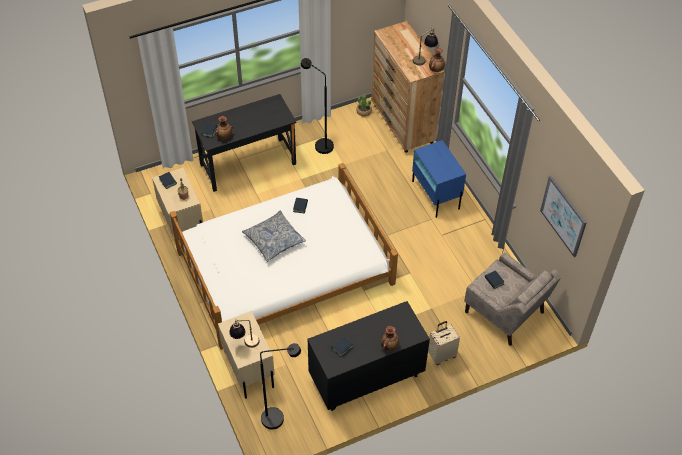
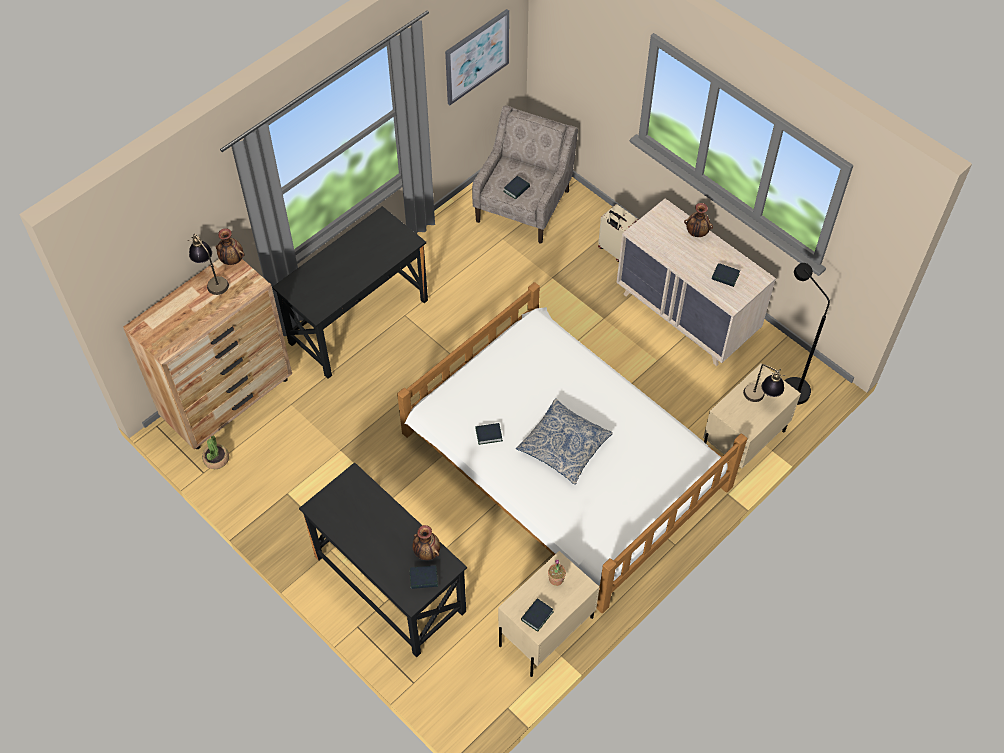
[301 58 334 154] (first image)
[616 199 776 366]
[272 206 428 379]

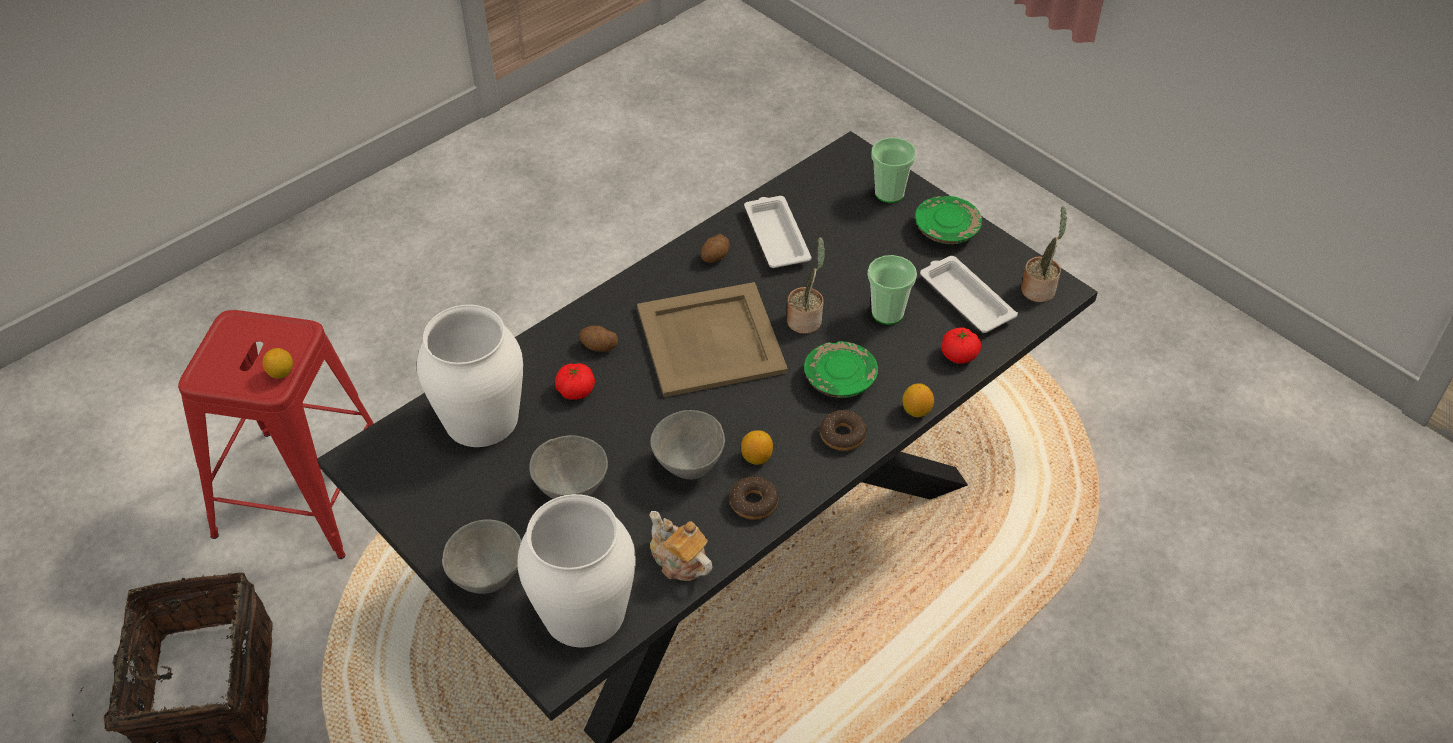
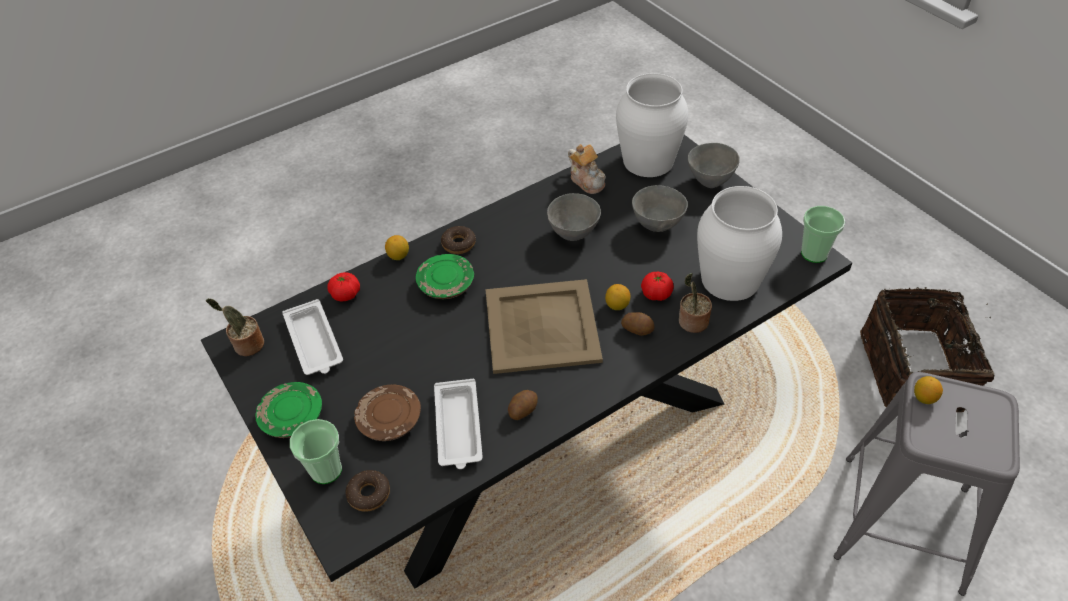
[834 372 1020 596]
[345 470 390 512]
[605 284 631 310]
[679 273 712 333]
[801 206 845 263]
[354 384 421 441]

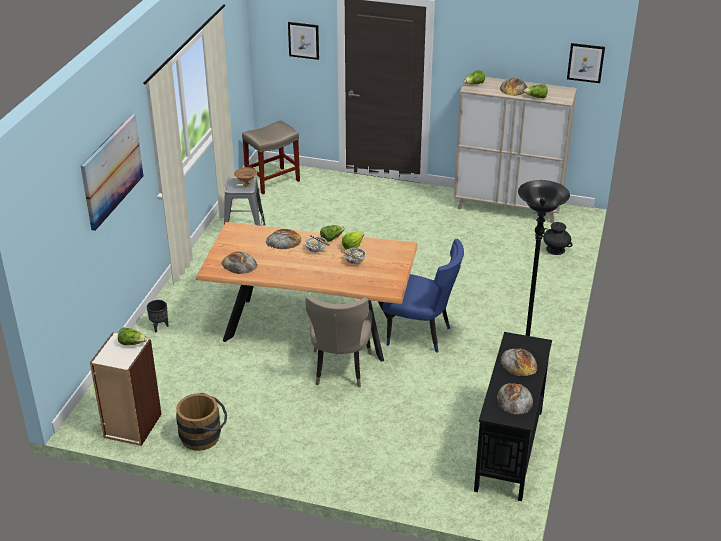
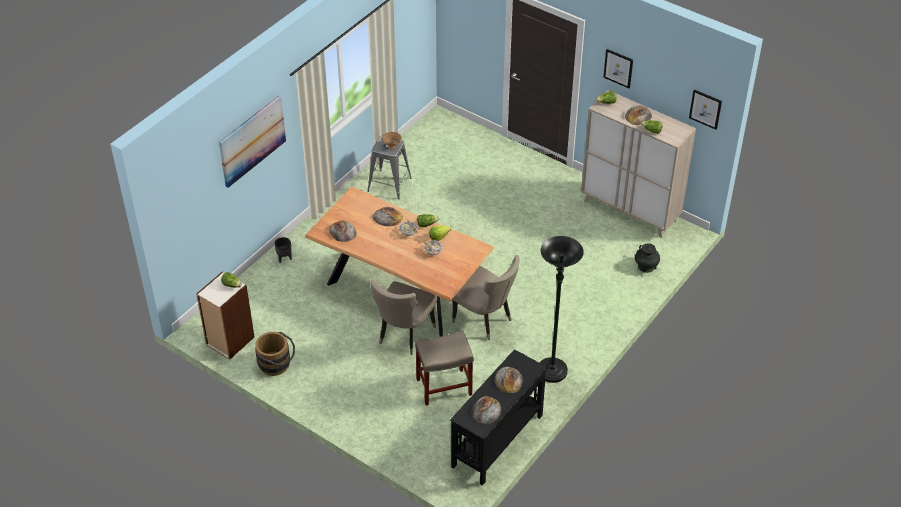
[415 330 474 406]
[603 49 633 88]
[452 255 520 340]

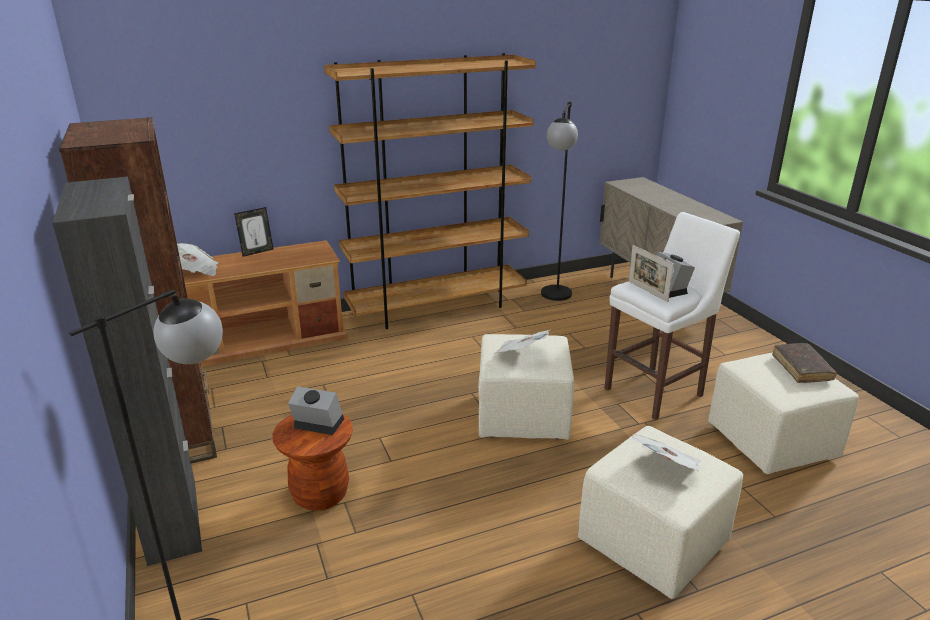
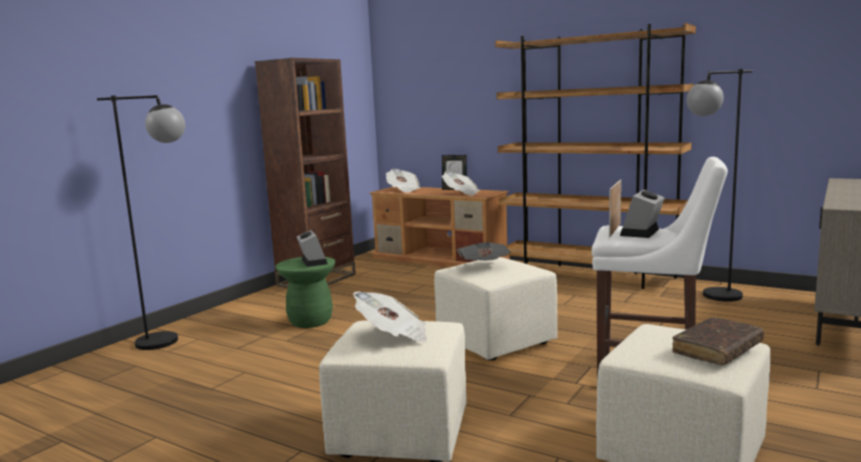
[53 177 202 566] (first image)
[275 257 335 328]
[442 171 480 196]

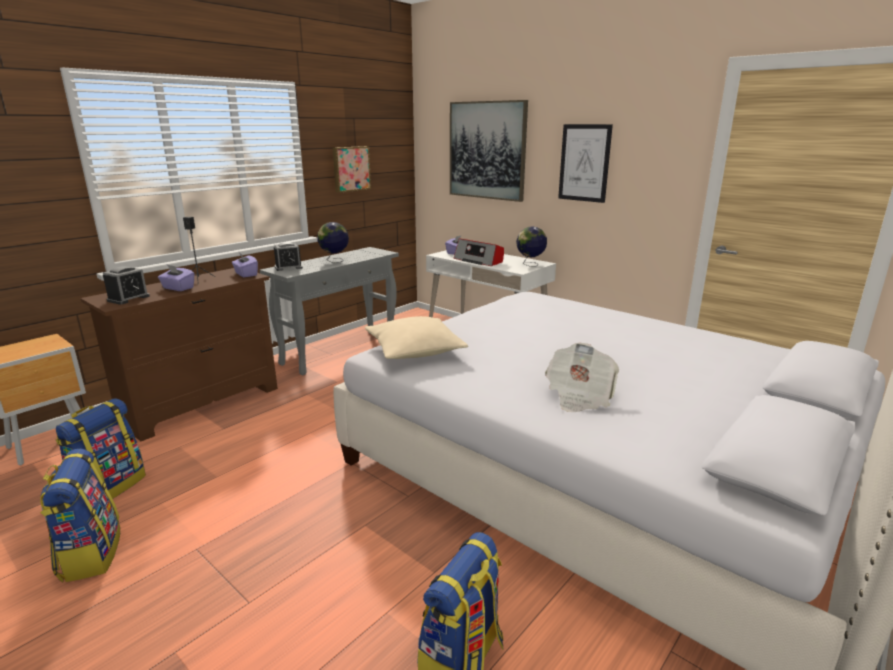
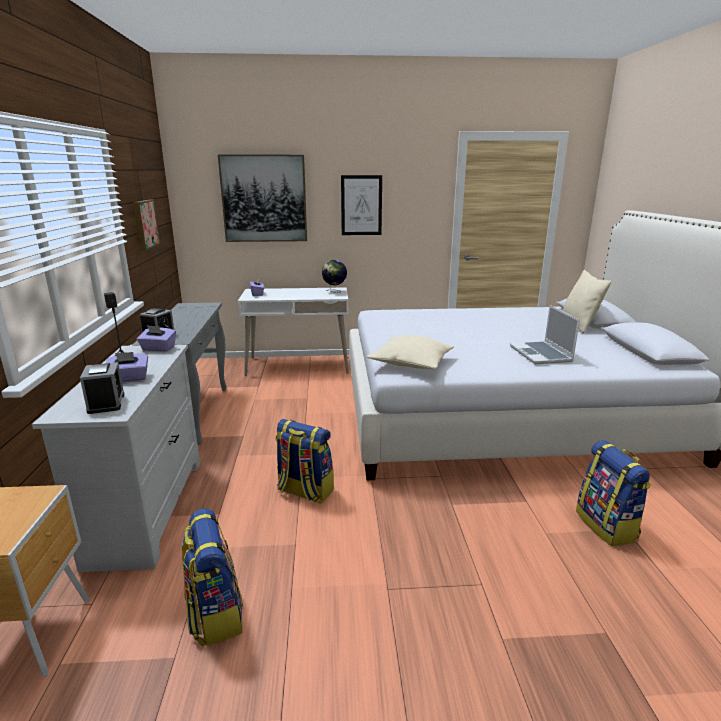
[275 419 334 504]
[32 344 200 572]
[317 222 349 263] (first image)
[454 238 504 266] (first image)
[510 305 580 364]
[563 270 612 334]

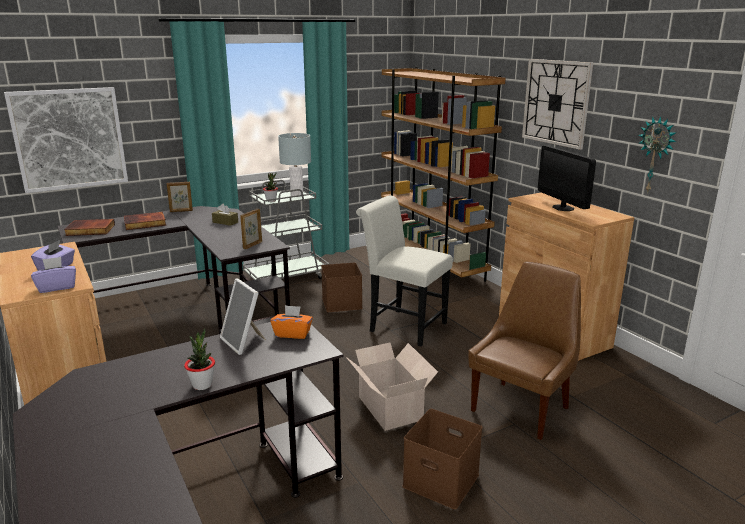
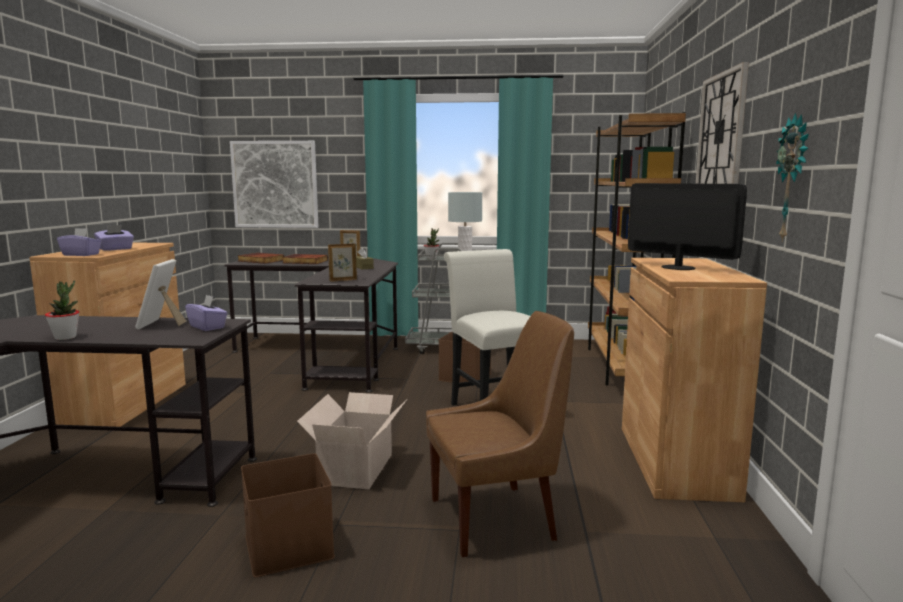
[185 294 228 331]
[628 183 747 270]

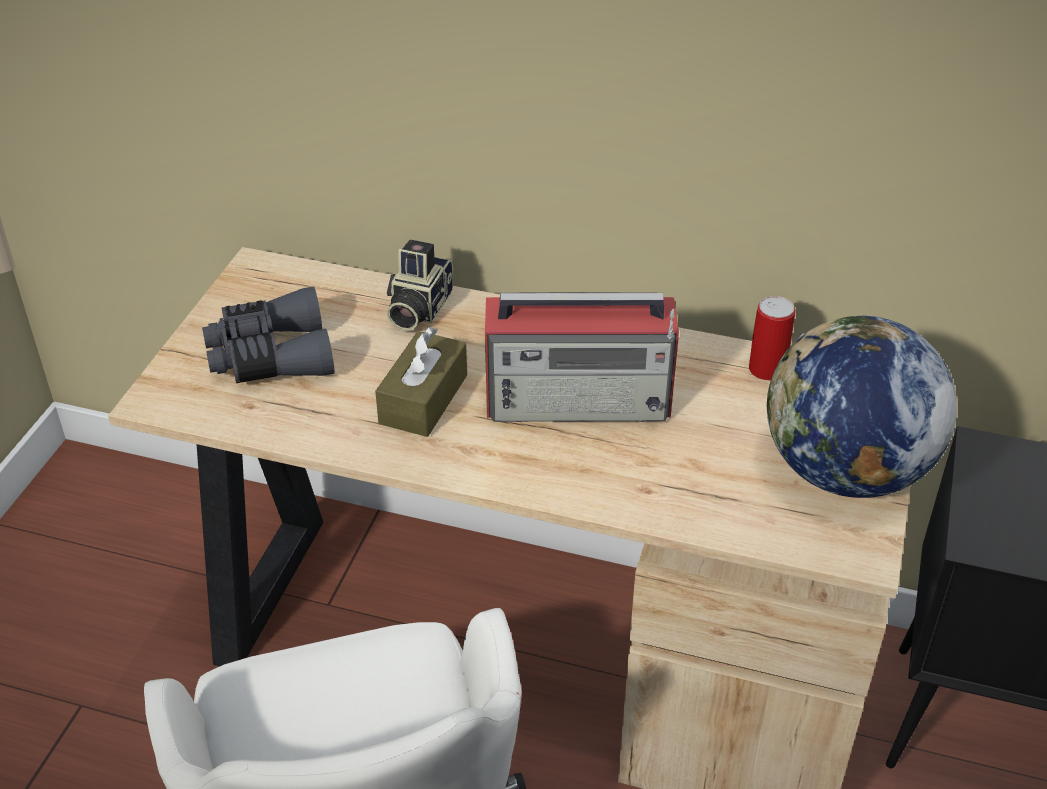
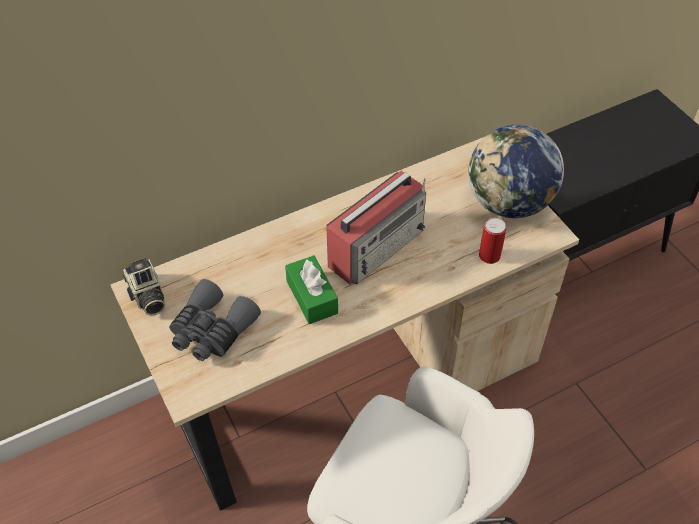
[285 255 338 324]
[123 258 165 316]
[479 218 506 264]

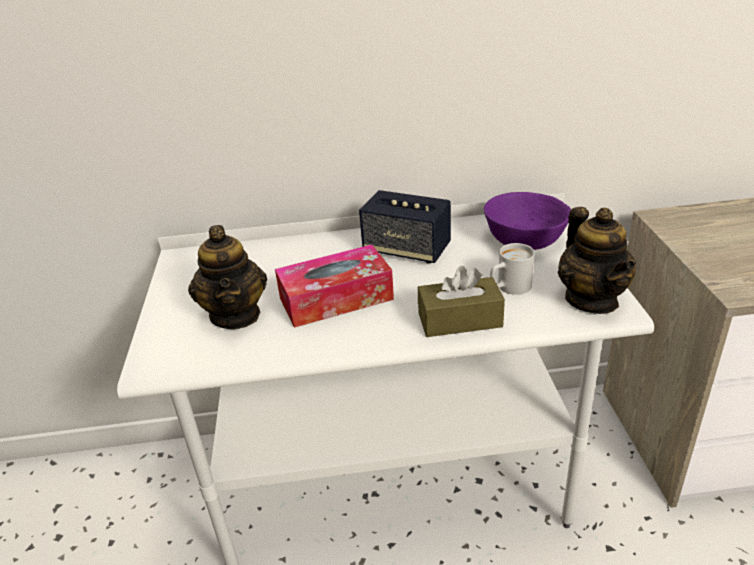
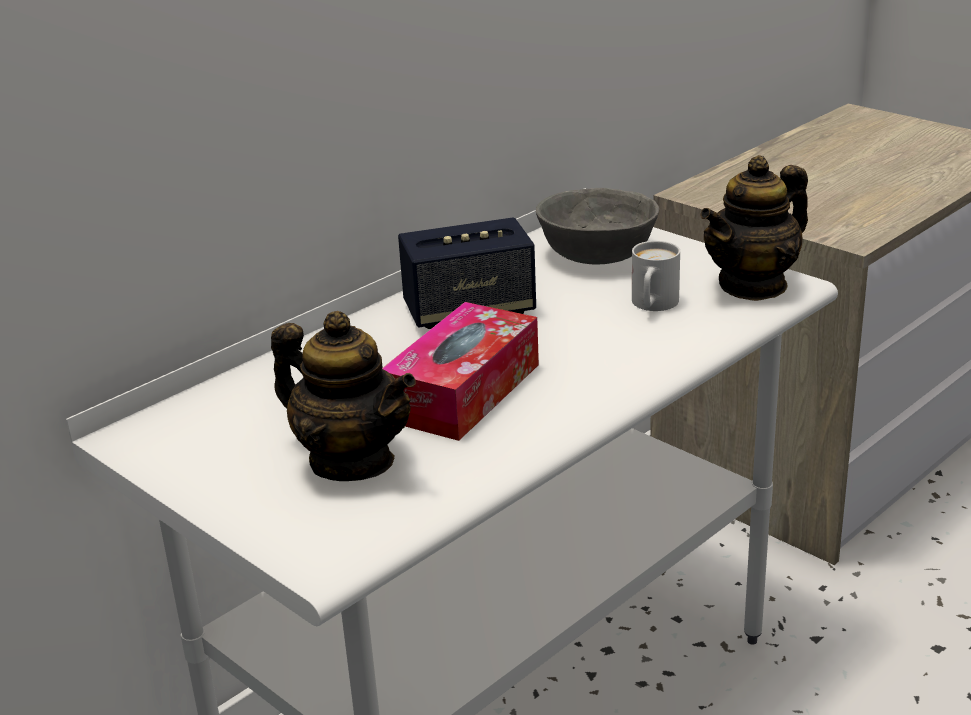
[418 266 505 337] (first image)
[536 188 659 265]
[700 155 808 301]

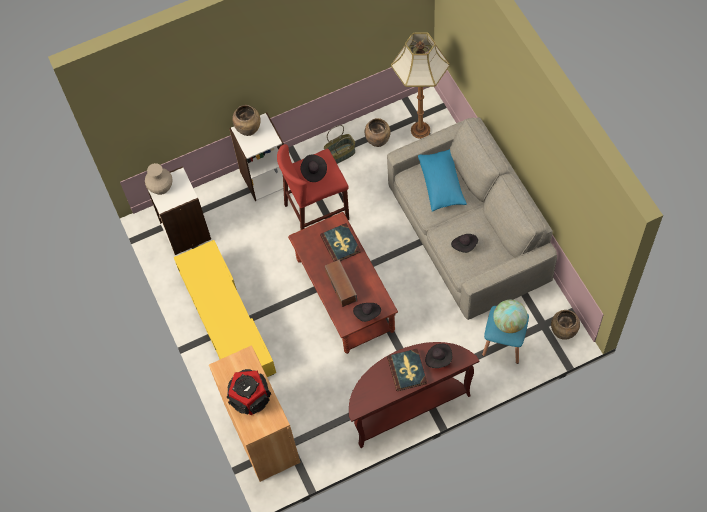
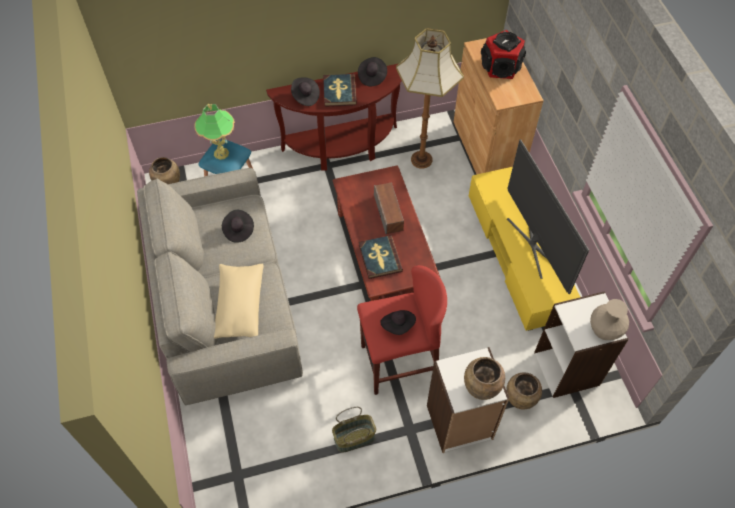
[358 57 387 86]
[506 373 542 409]
[396 28 464 169]
[214 264 264 339]
[194 104 235 160]
[507 139 589 294]

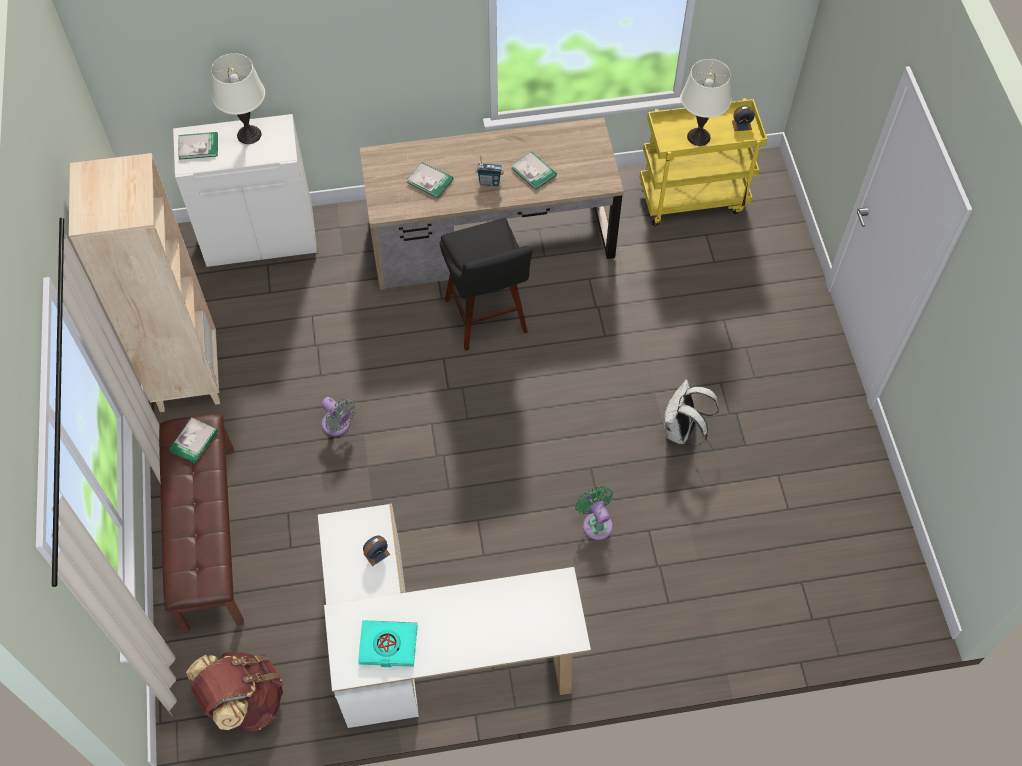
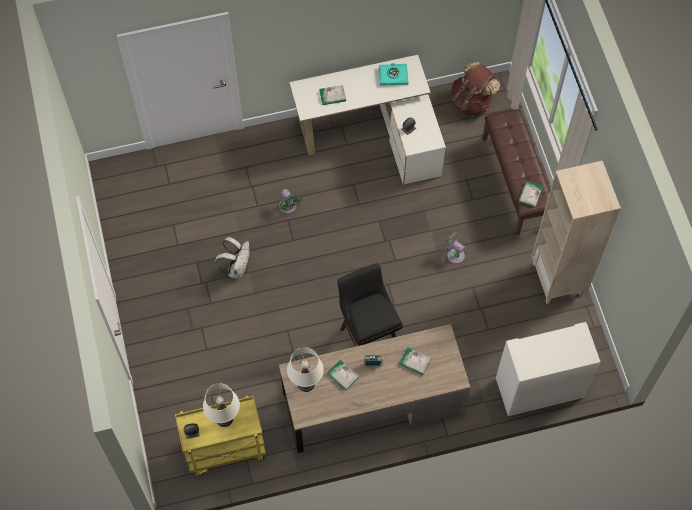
[319 85 346 105]
[287 347 324 392]

